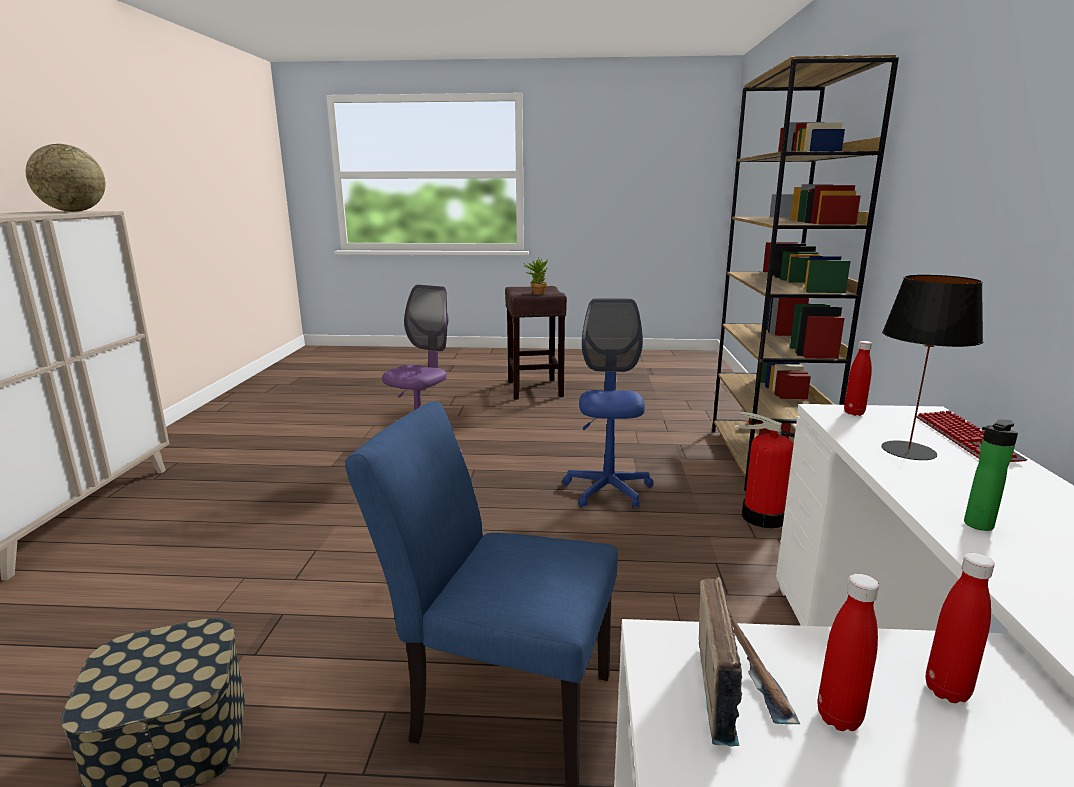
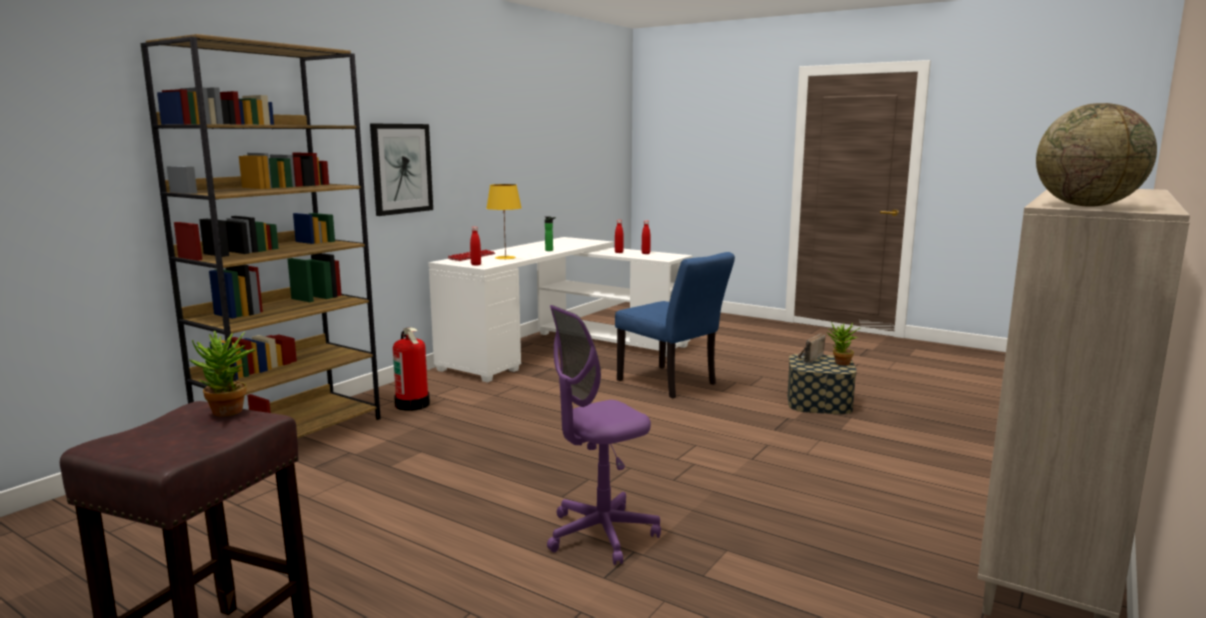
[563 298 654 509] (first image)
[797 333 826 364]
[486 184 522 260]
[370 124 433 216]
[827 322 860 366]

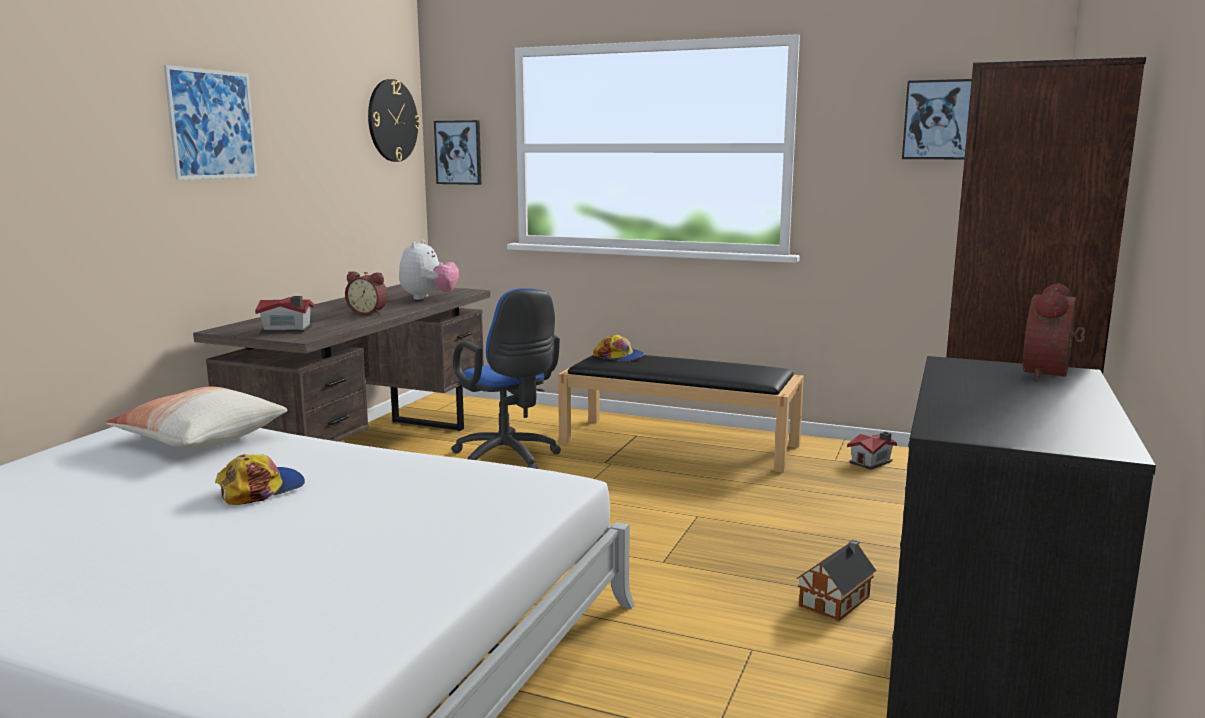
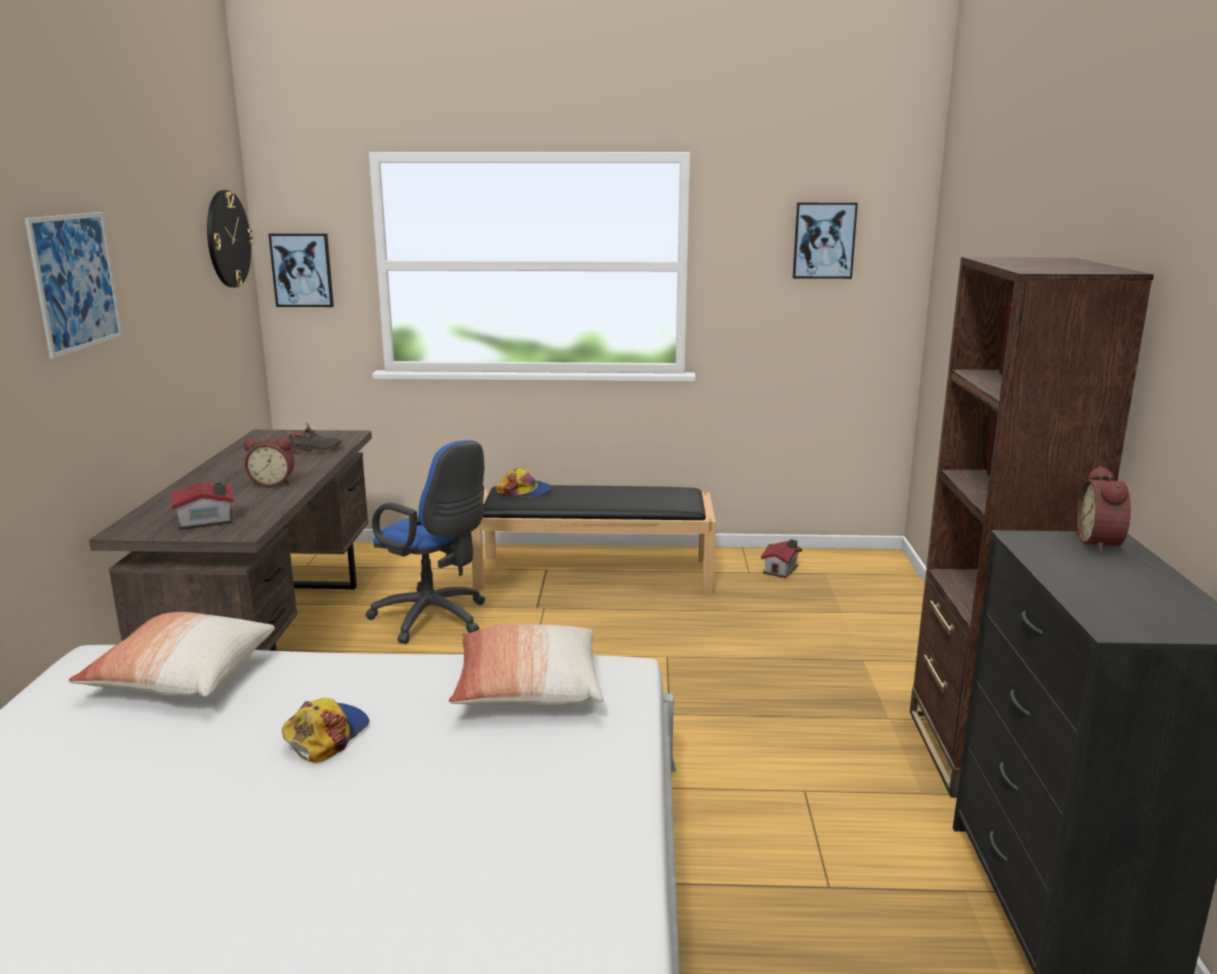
[287 422 343 453]
[796 540 876 621] (first image)
[449 624 604 707]

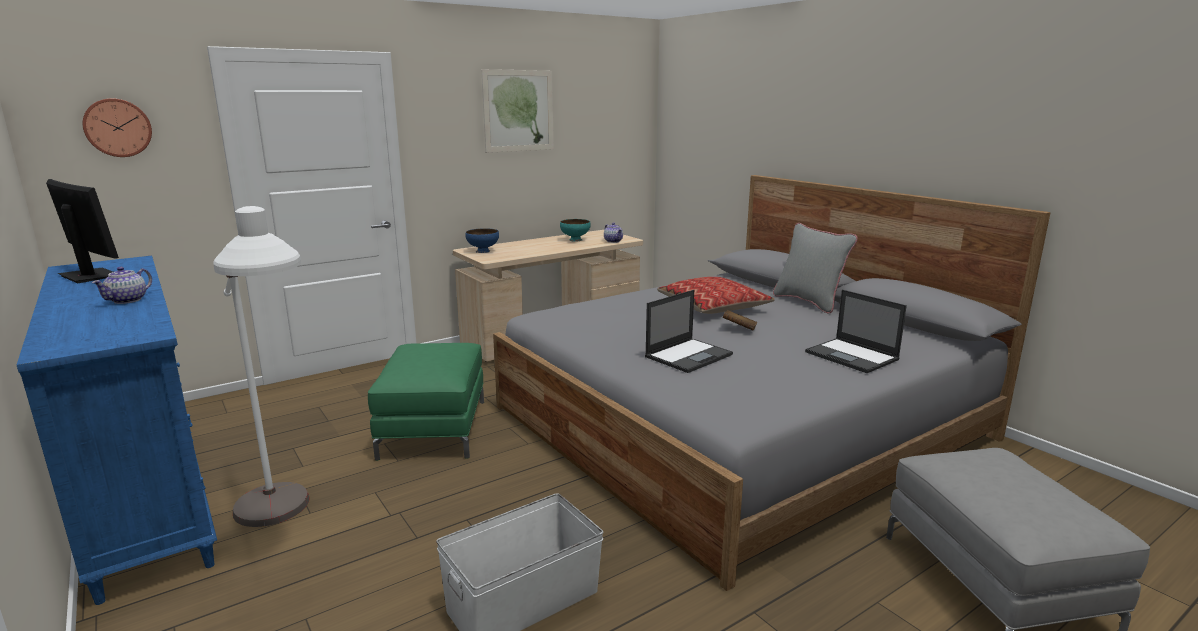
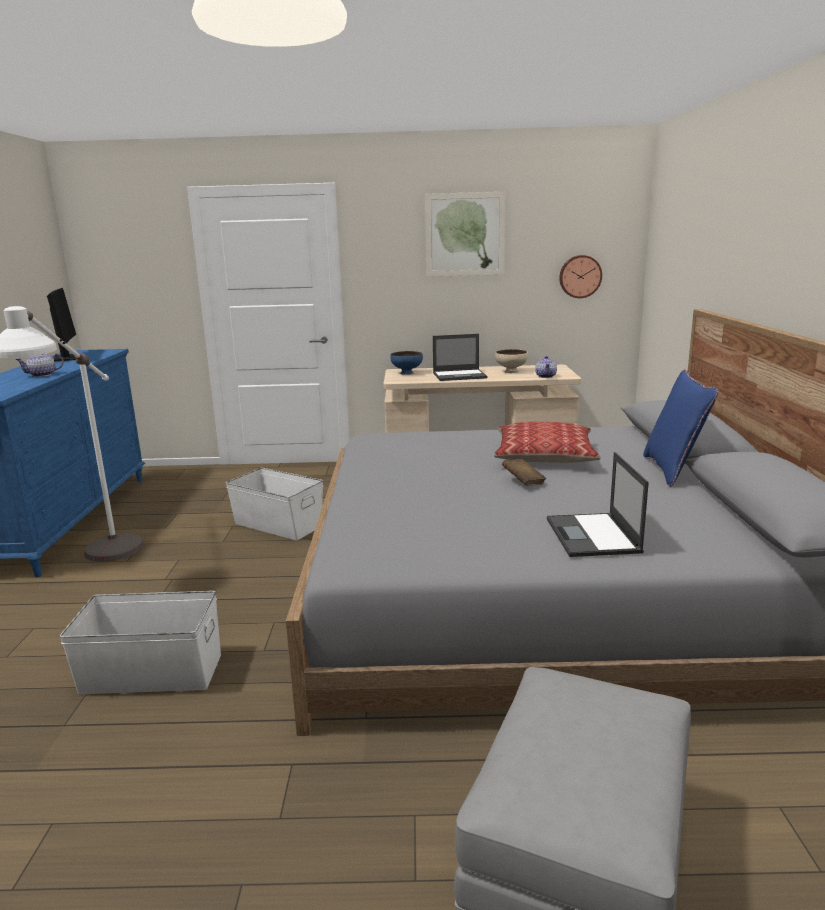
[559 255 602 298]
[226 468 323 540]
[495 349 528 373]
[433 334 488 381]
[643 369 718 487]

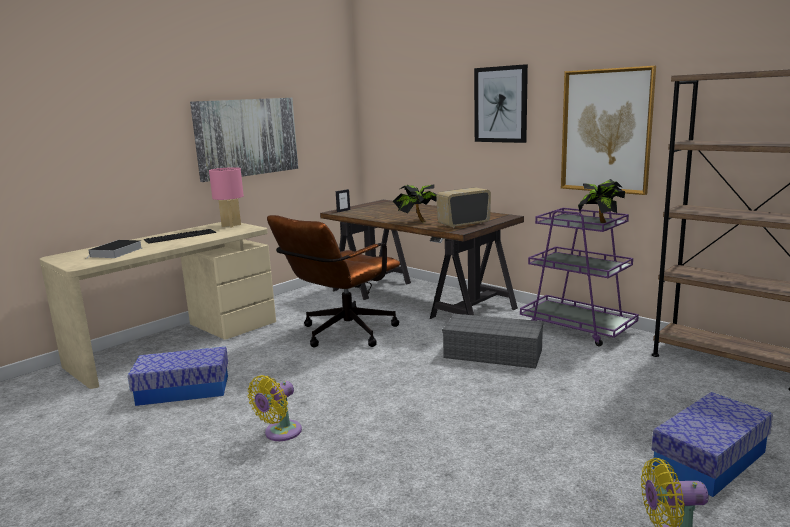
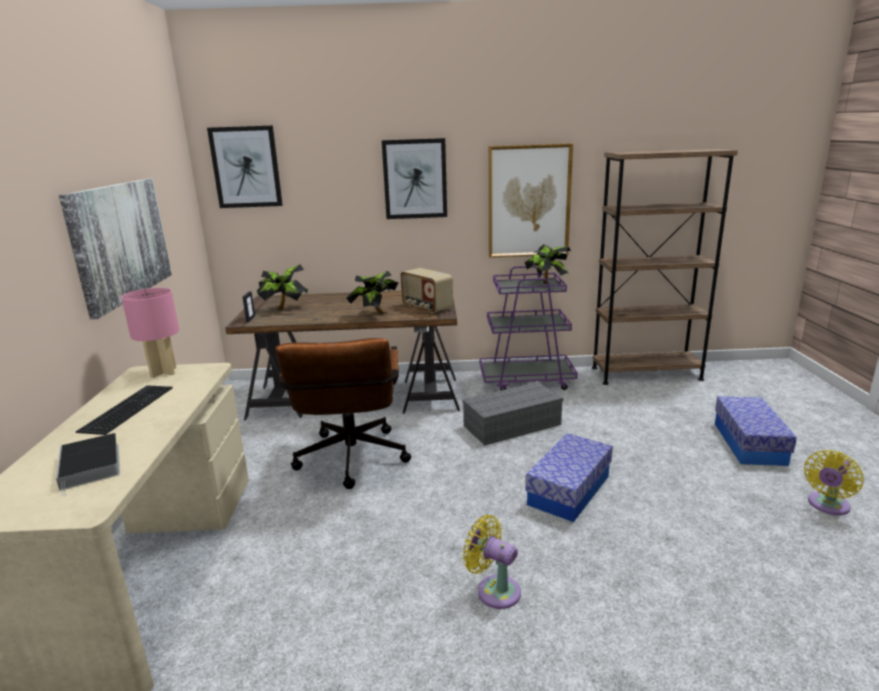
[525 433 613 522]
[463 515 521 609]
[400 268 453 314]
[207 126 283 208]
[257 265 308 310]

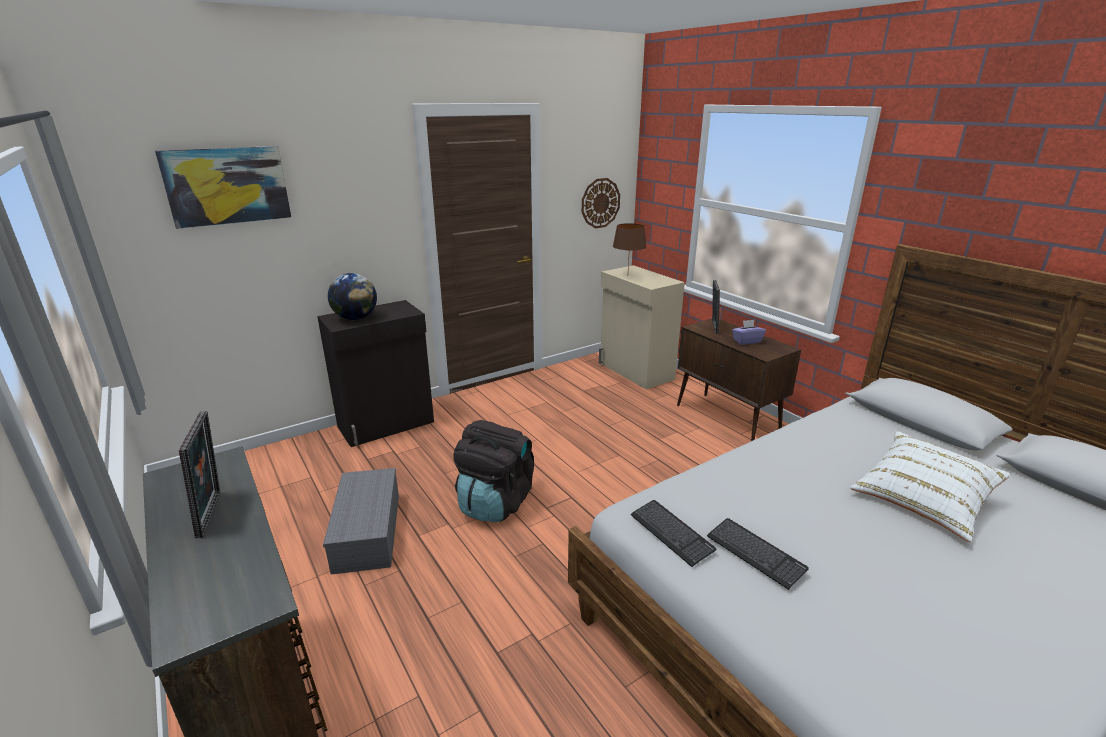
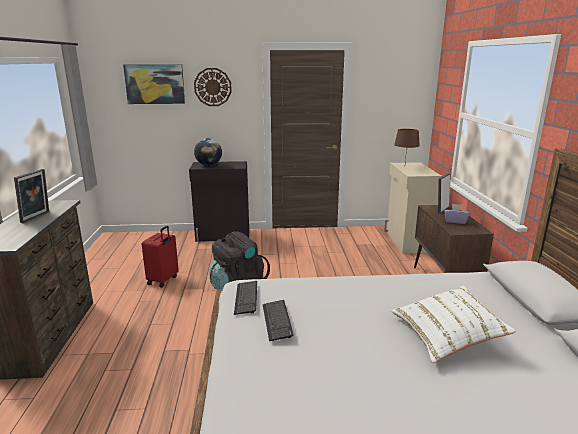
[142 226 179 288]
[194 68 232 106]

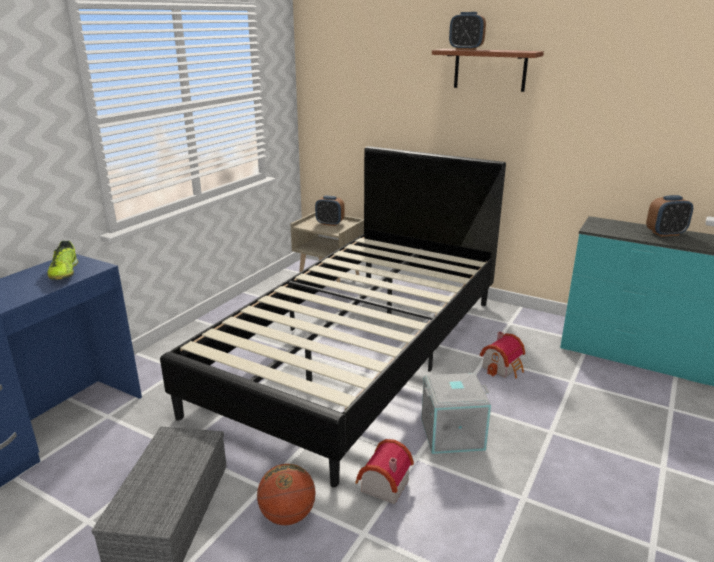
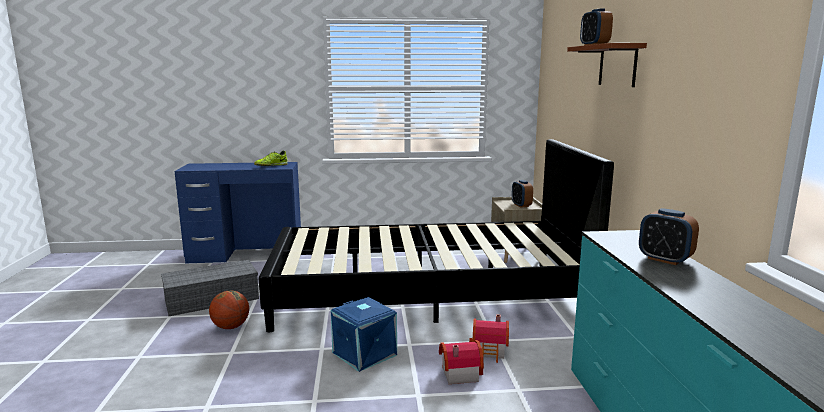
[439 340 484 384]
[331 297 397 372]

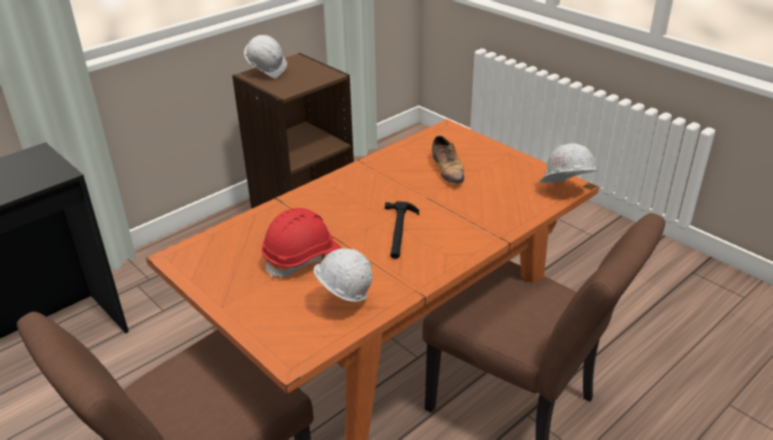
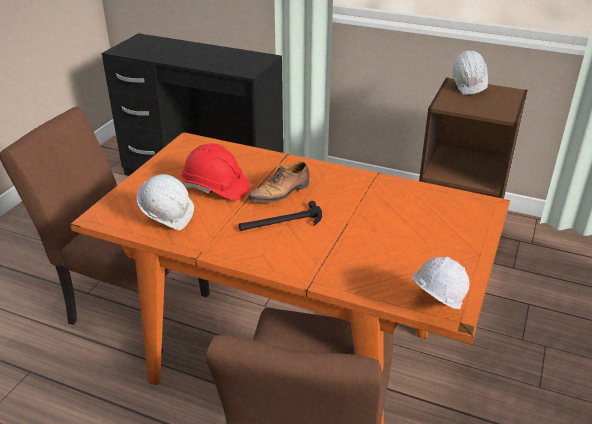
[248 162 310 202]

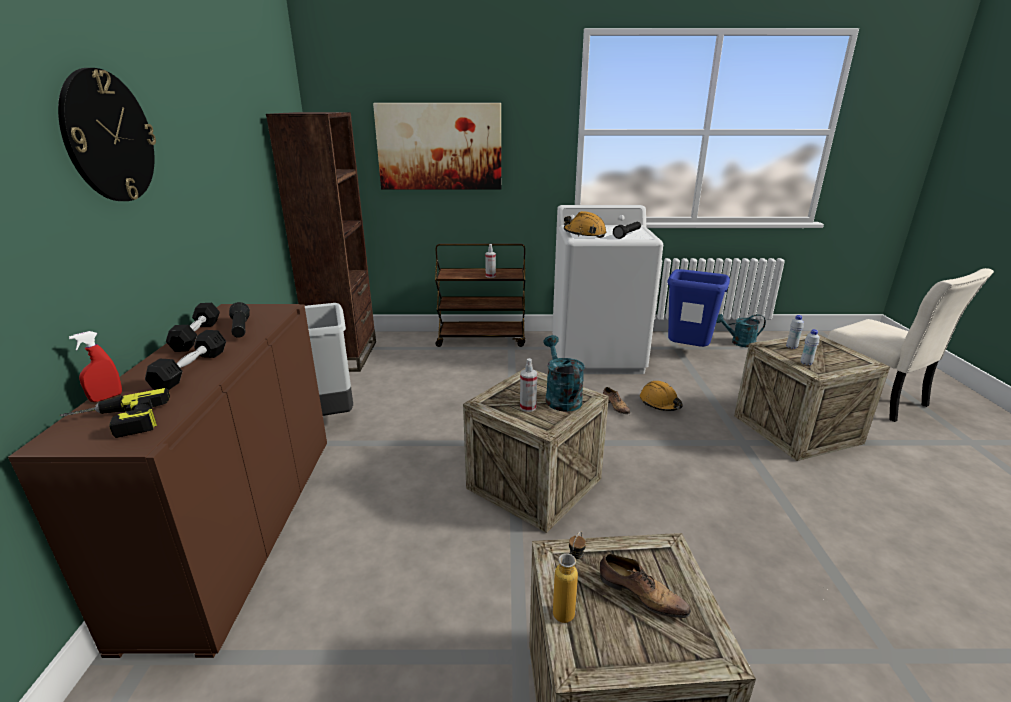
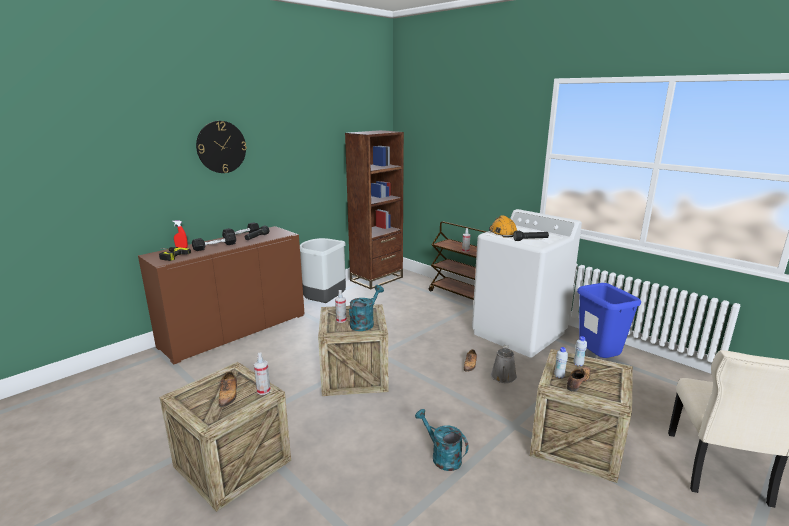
[373 103 501 190] (first image)
[553 532 586 623] (first image)
[491 345 517 383]
[415 409 469 471]
[254 352 271 395]
[567 367 591 392]

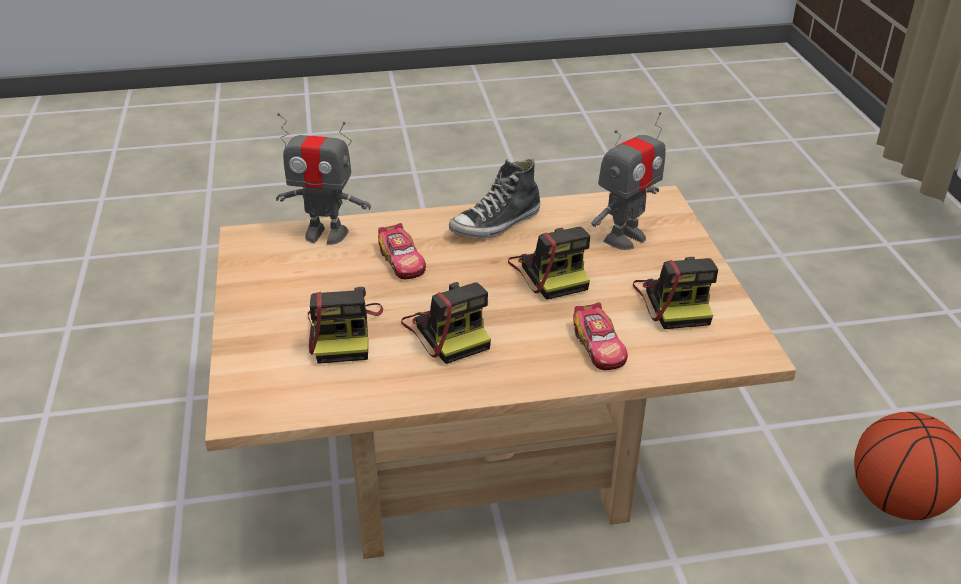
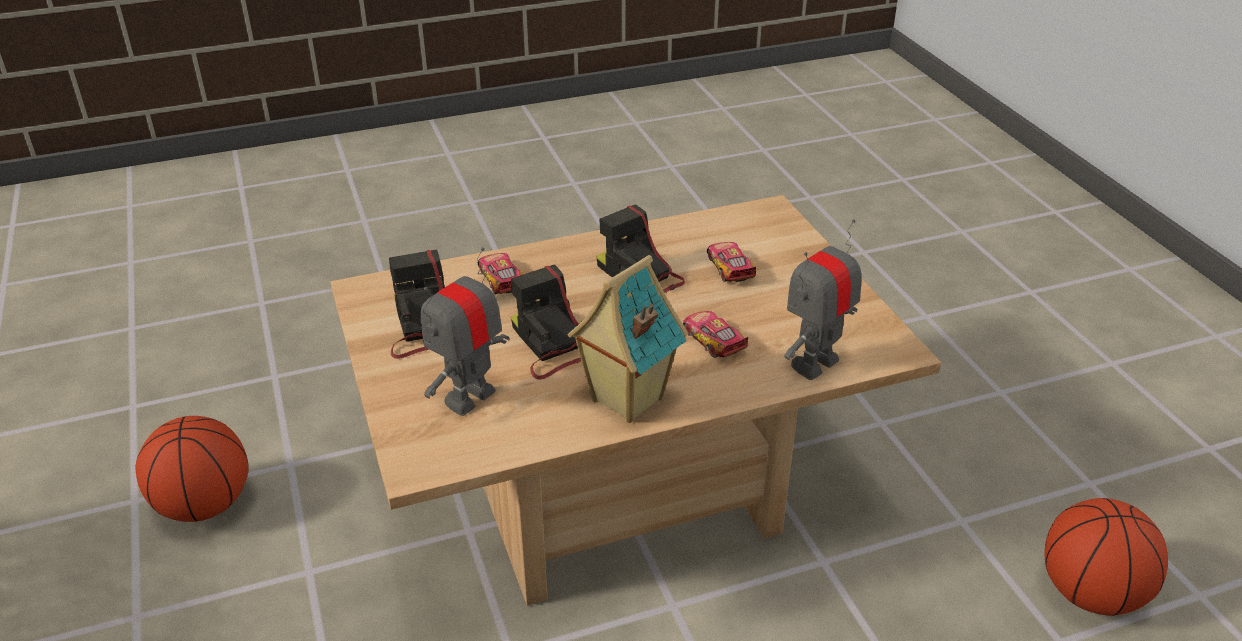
[784 219 862 380]
[707 242 756 282]
[567 255 688 423]
[1045 498 1168 616]

